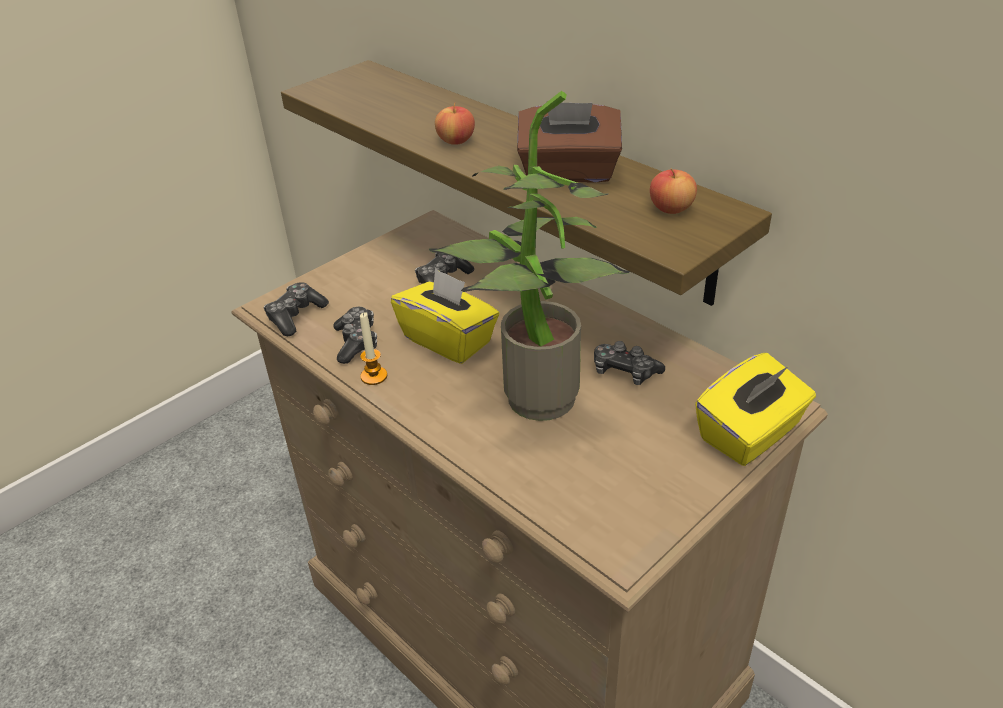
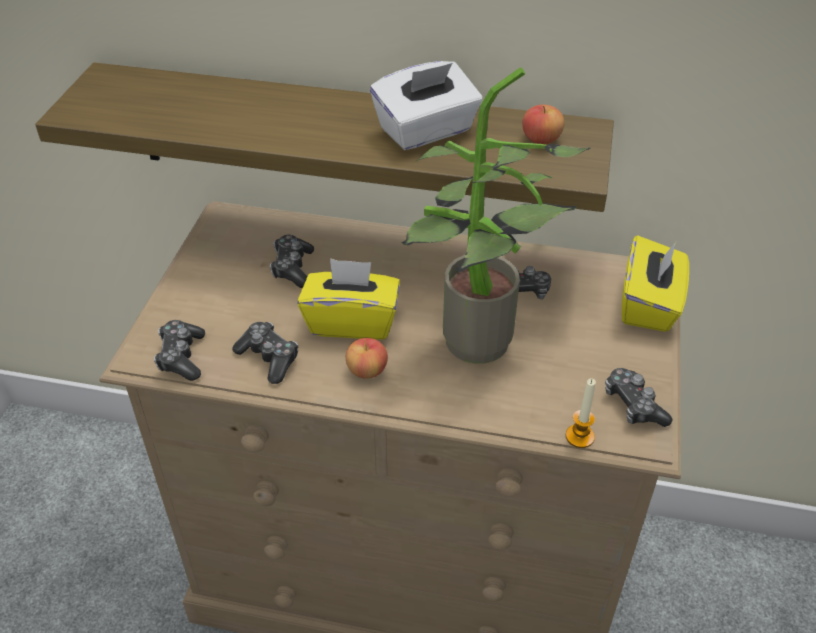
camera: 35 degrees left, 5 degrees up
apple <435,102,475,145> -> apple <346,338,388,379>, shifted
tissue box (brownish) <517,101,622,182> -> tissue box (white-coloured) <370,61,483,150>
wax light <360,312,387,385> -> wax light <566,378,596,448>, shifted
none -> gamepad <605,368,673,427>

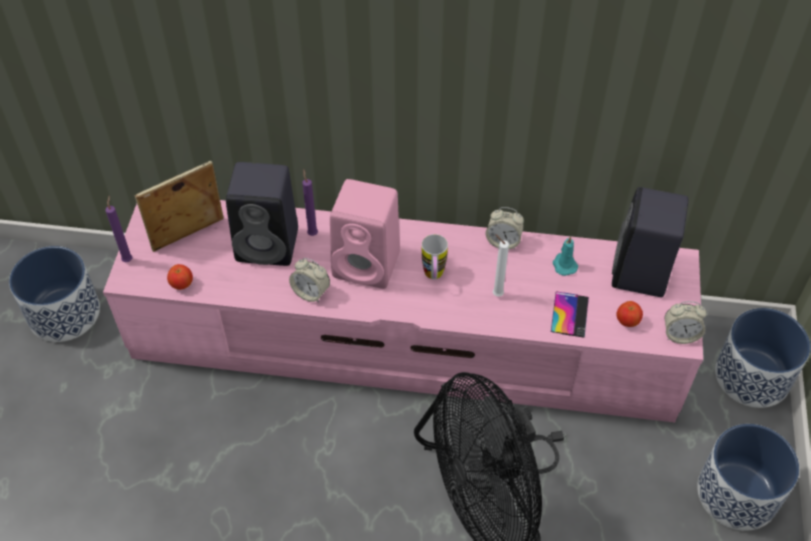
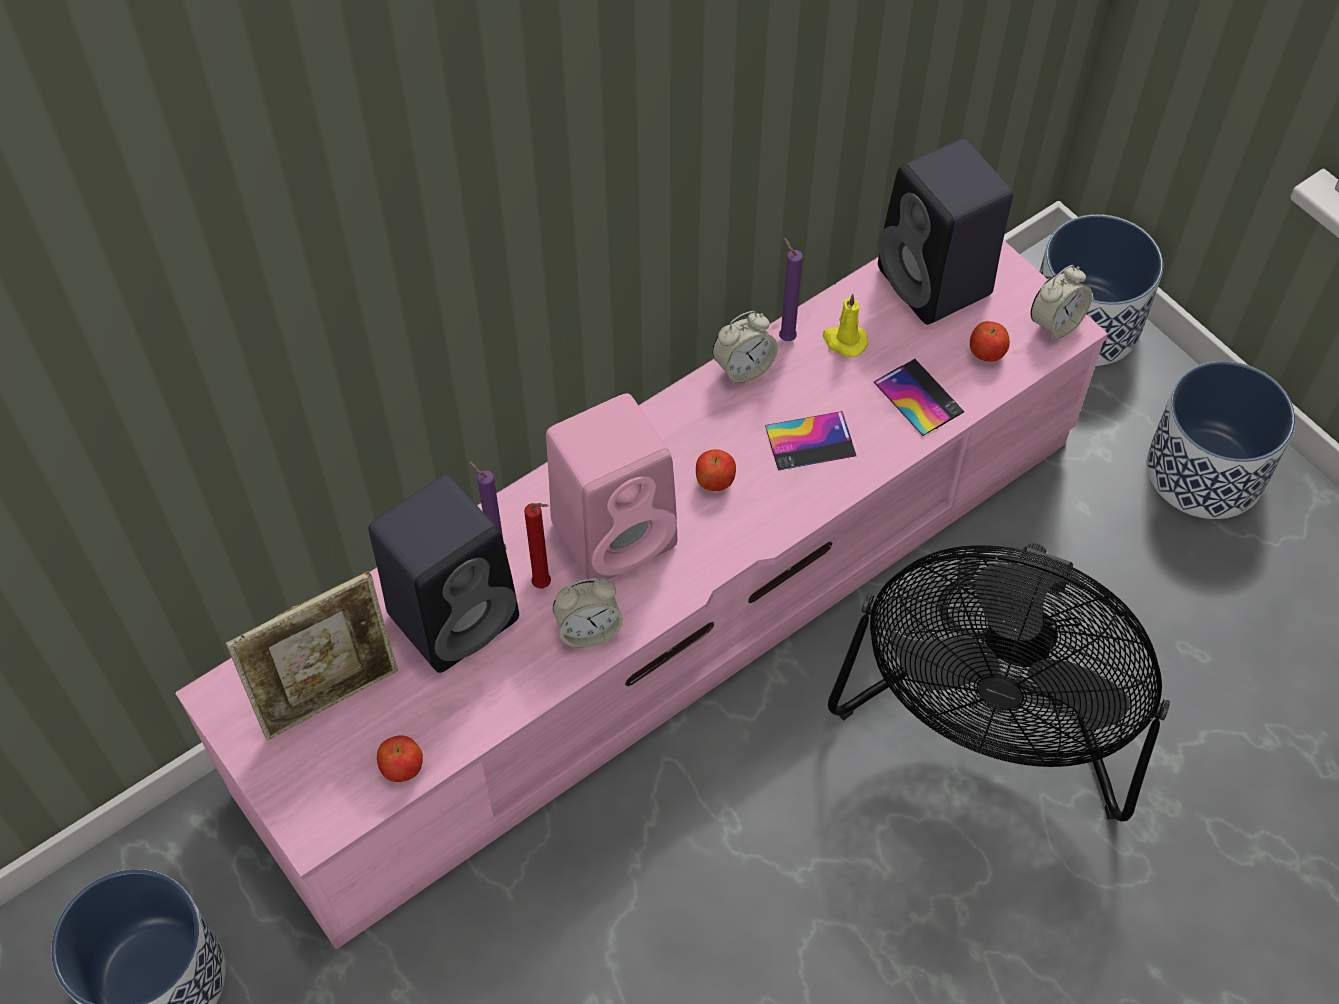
camera: 45 degrees left, 5 degrees up
picture frame <135,161,224,252> -> picture frame <226,571,398,740>, 135 degrees counterclockwise
none -> wax light (red-coloured) <524,503,551,589>
mug <422,234,448,279> -> apple <696,449,736,491>
wax light (white-coloured) <493,234,509,297> -> phone <765,411,856,470>
wax light (purple) <105,196,132,262> -> wax light (purple) <779,237,803,341>, shifted
wax light (turquoise) <553,236,578,276> -> wax light (yellowish) <823,294,869,357>

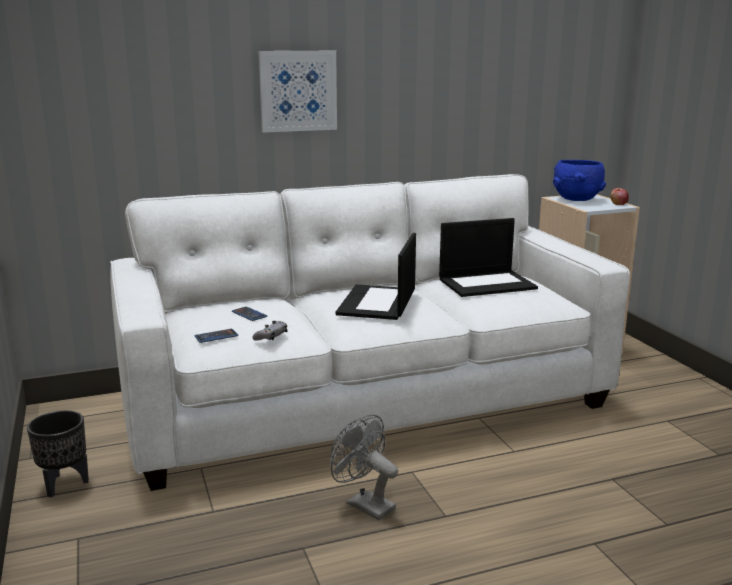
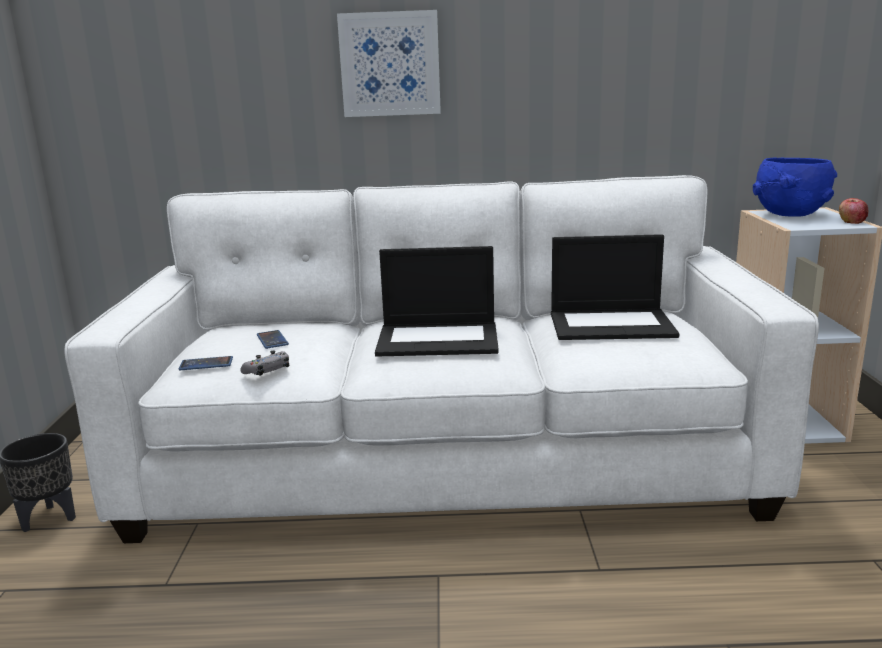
camera: 20 degrees right, 0 degrees up
laptop <336,233,416,320> -> laptop <375,246,499,357>, 120 degrees counterclockwise
electric fan (greyish) <331,415,398,520> -> none

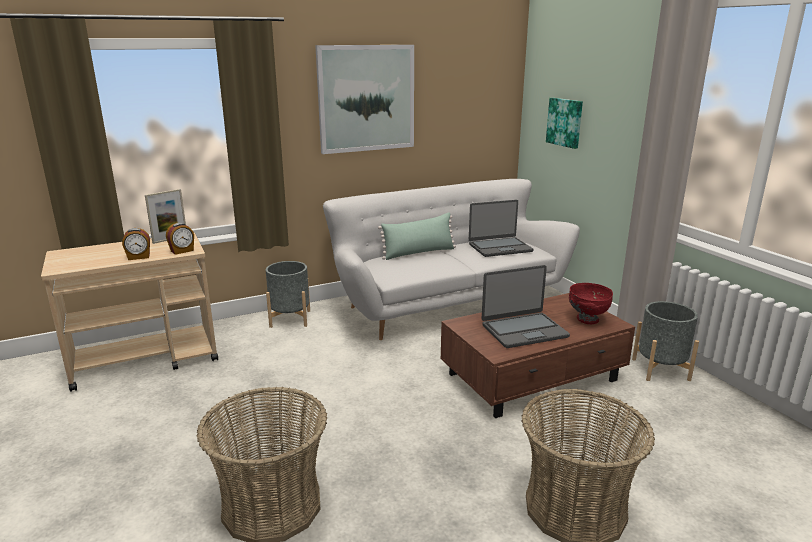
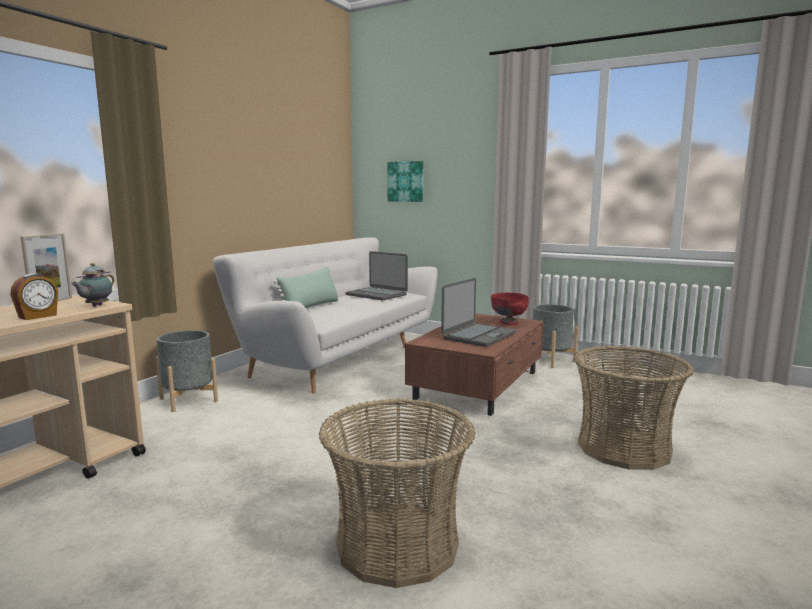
camera: 35 degrees left, 10 degrees down
bedside clock <166,223,194,255> -> tea pot <71,263,114,307>
laptop <469,200,533,257> -> laptop <345,251,408,301>, 90 degrees clockwise
wall picture <315,45,414,154> -> none

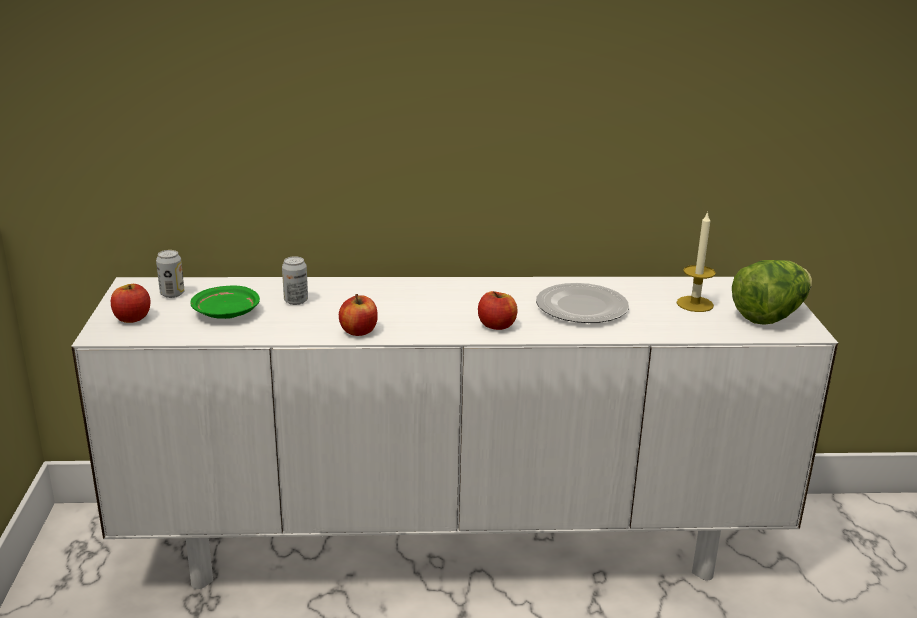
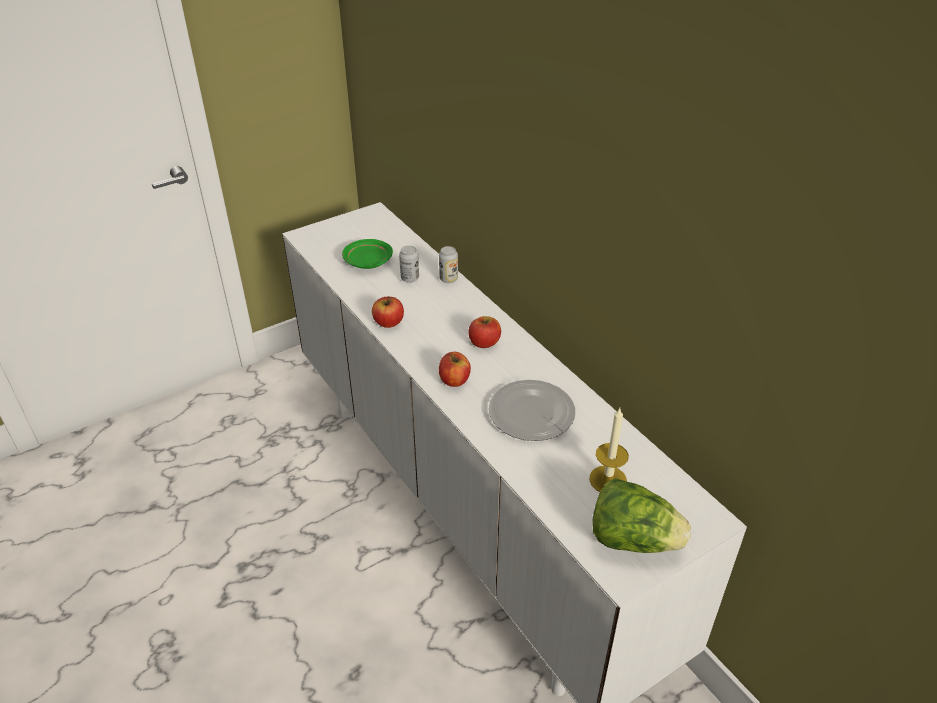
camera: 60 degrees right, 15 degrees up
metal can <156,250,184,298> -> metal can <439,246,458,283>, shifted
apple <111,284,151,323> -> apple <468,316,501,348>, shifted

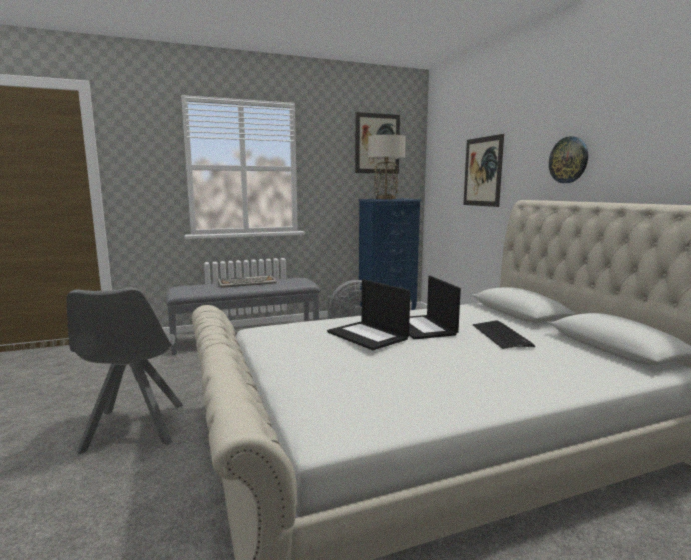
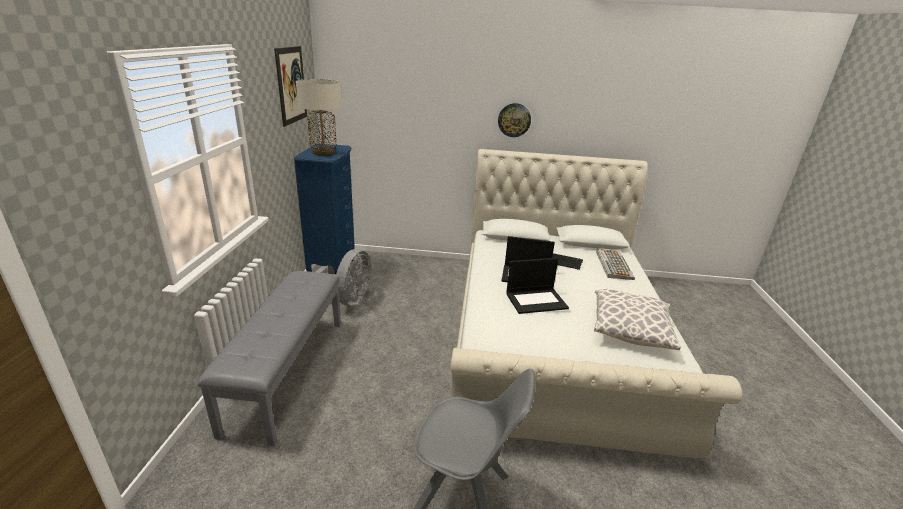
camera: 65 degrees left, 15 degrees up
none -> throw pillow <594,289,681,350>
computer keyboard <218,275,277,288> -> computer keyboard <596,248,635,280>, shifted
wall picture <463,134,504,207> -> none

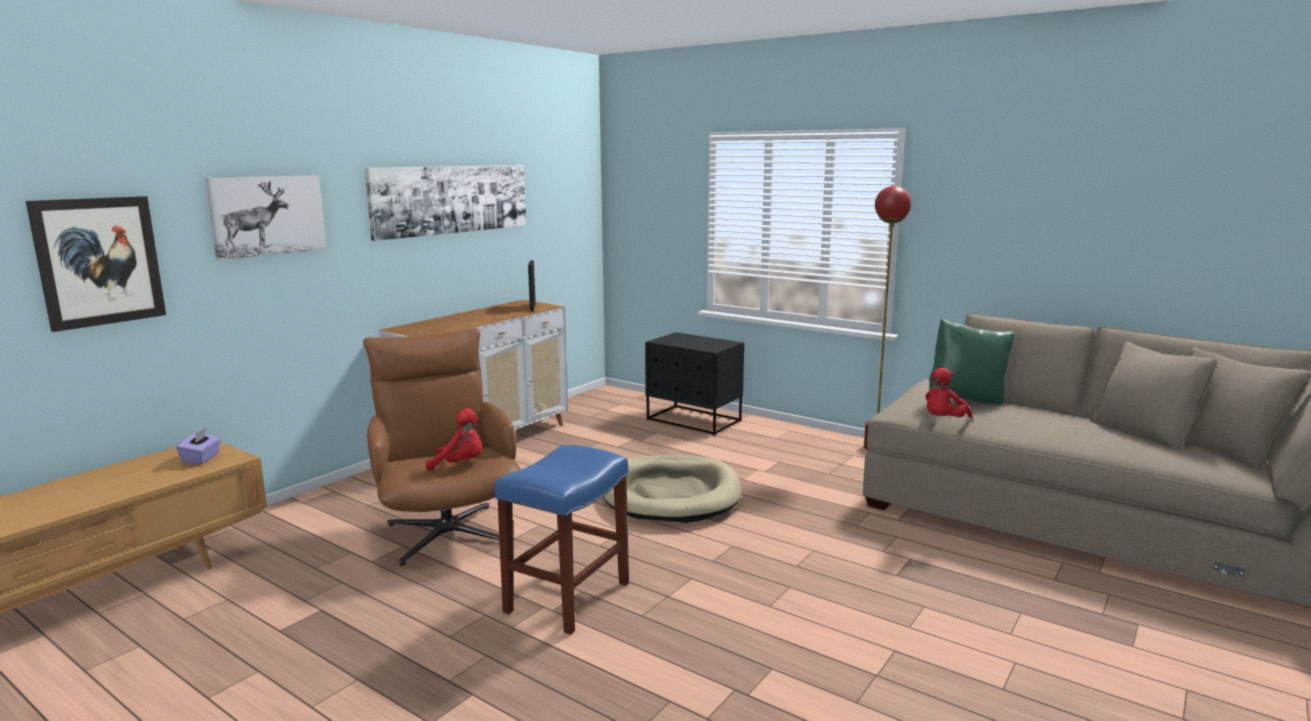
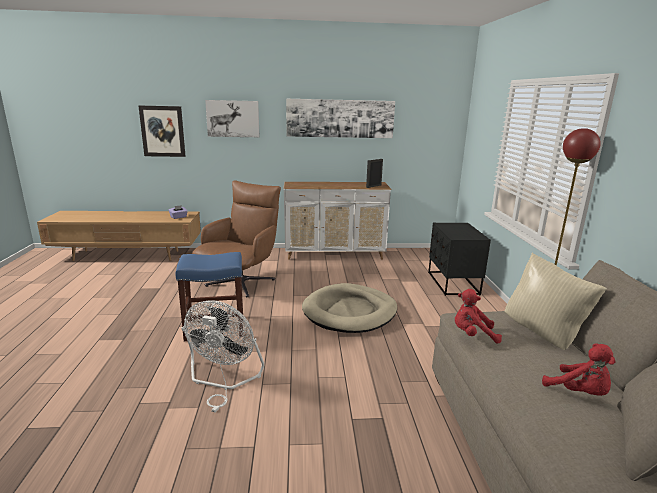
camera: 50 degrees right, 5 degrees up
none -> electric fan (white-coloured) <181,300,264,413>
throw pillow (green) <929,319,1015,404> -> throw pillow (sand-coloured) <504,253,607,350>
soft toy (red-coloured) <426,408,482,471> -> soft toy (red-coloured) <542,343,616,396>, shifted

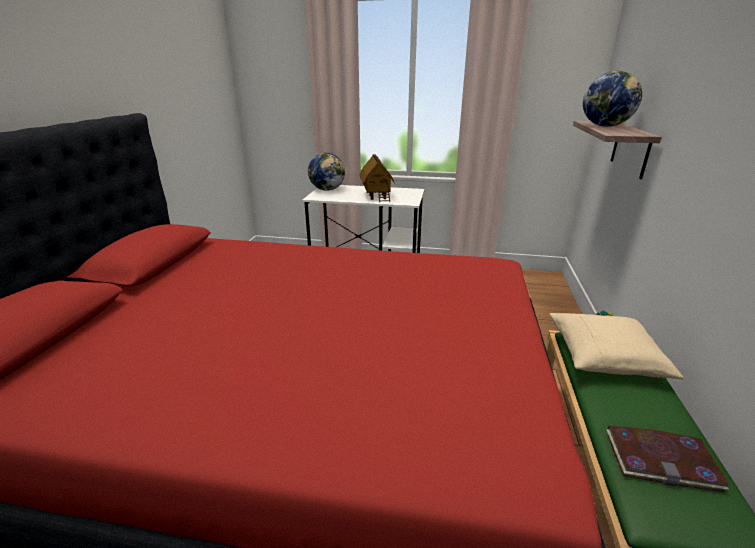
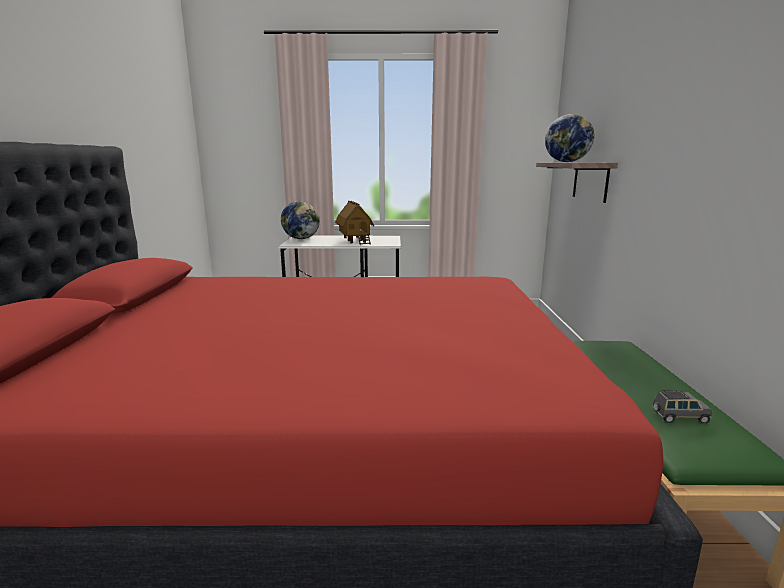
camera: 10 degrees left, 10 degrees down
volume <606,426,729,492> -> toy car (greyish) <652,390,712,424>
throw pillow (sand-coloured) <549,310,683,379> -> none

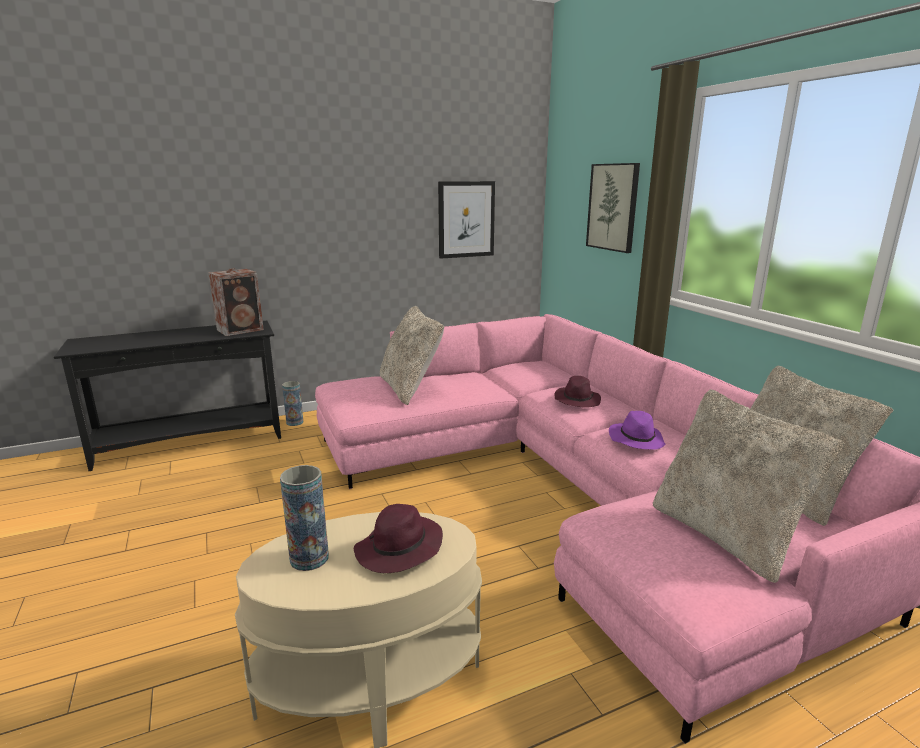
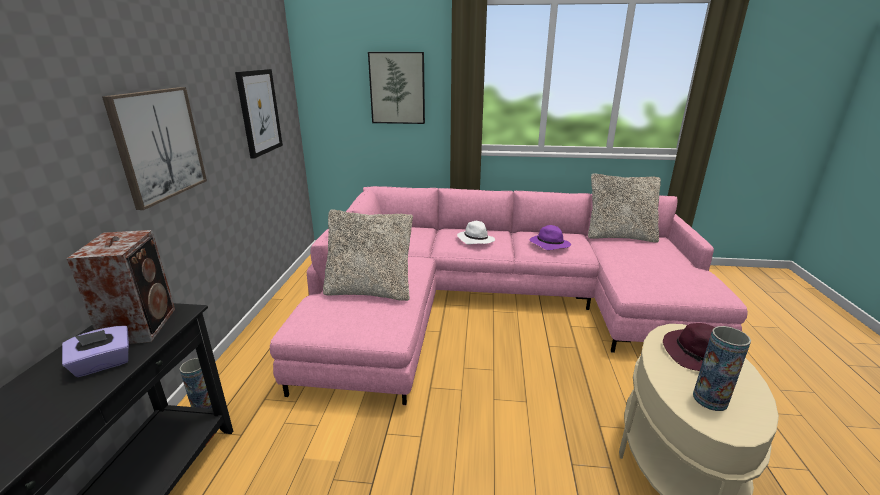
camera: 60 degrees left, 5 degrees up
none -> tissue box (purple) <62,326,129,377>
none -> wall picture <102,87,207,210>
clothing hat (purple) <555,376,601,408> -> clothing hat (white-coloured) <457,221,495,244>
throw pillow (sand-coloured) <653,389,845,583> -> none

